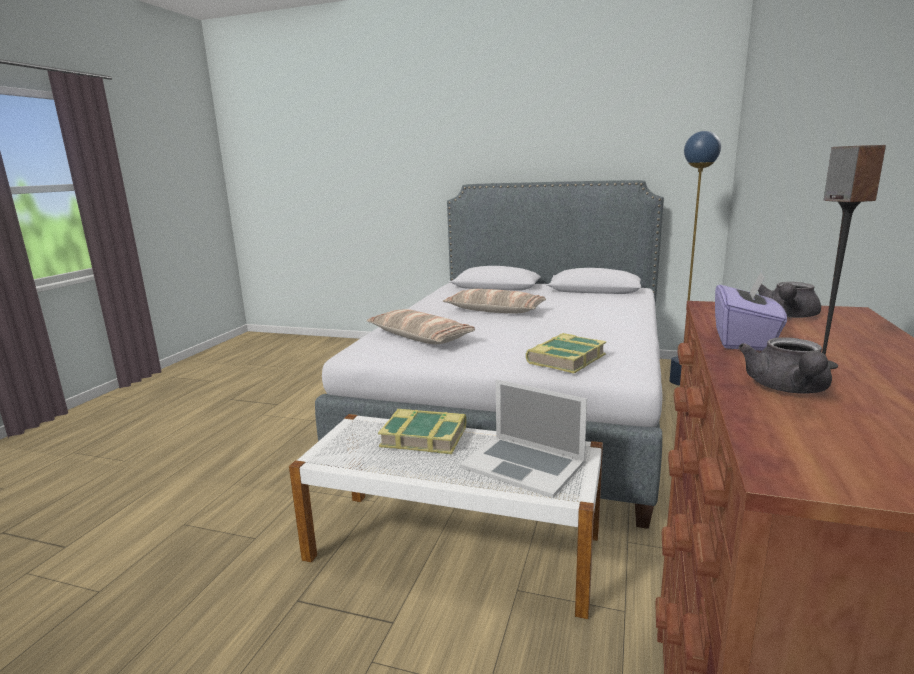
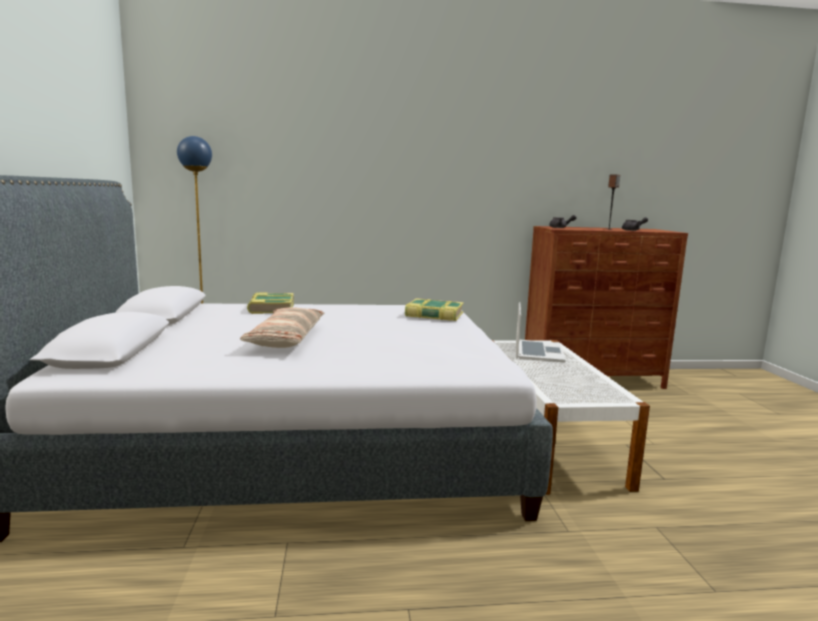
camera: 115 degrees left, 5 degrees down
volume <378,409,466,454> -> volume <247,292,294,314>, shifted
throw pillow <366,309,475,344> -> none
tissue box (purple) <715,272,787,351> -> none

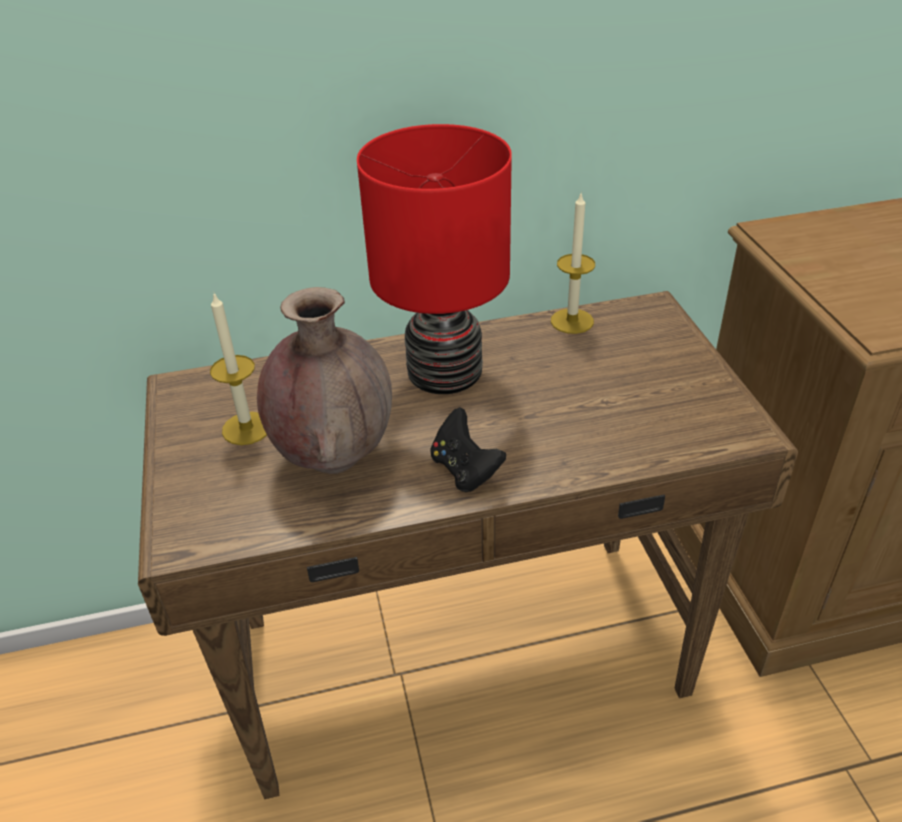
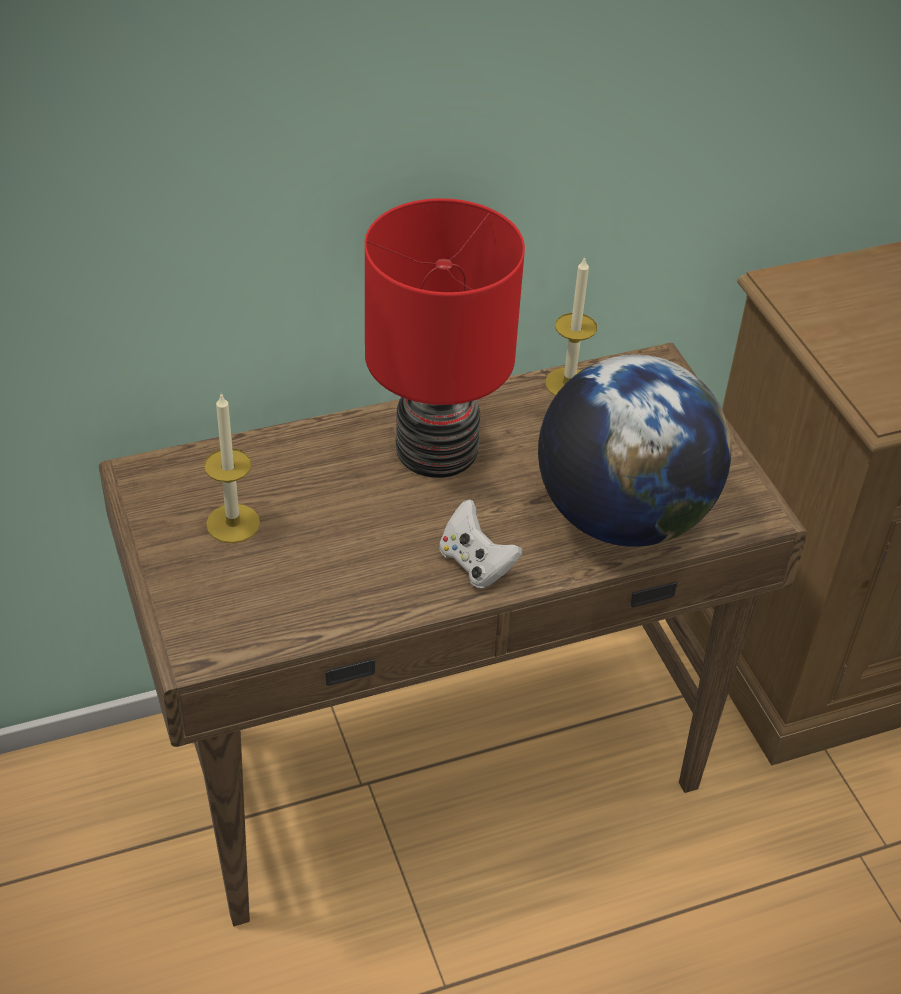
camera: 10 degrees left, 5 degrees up
gamepad (black) <430,407,506,492> -> gamepad (white-coloured) <439,499,522,589>
none -> globe <538,355,731,547>
flower vase (brownish) <257,287,392,474> -> none

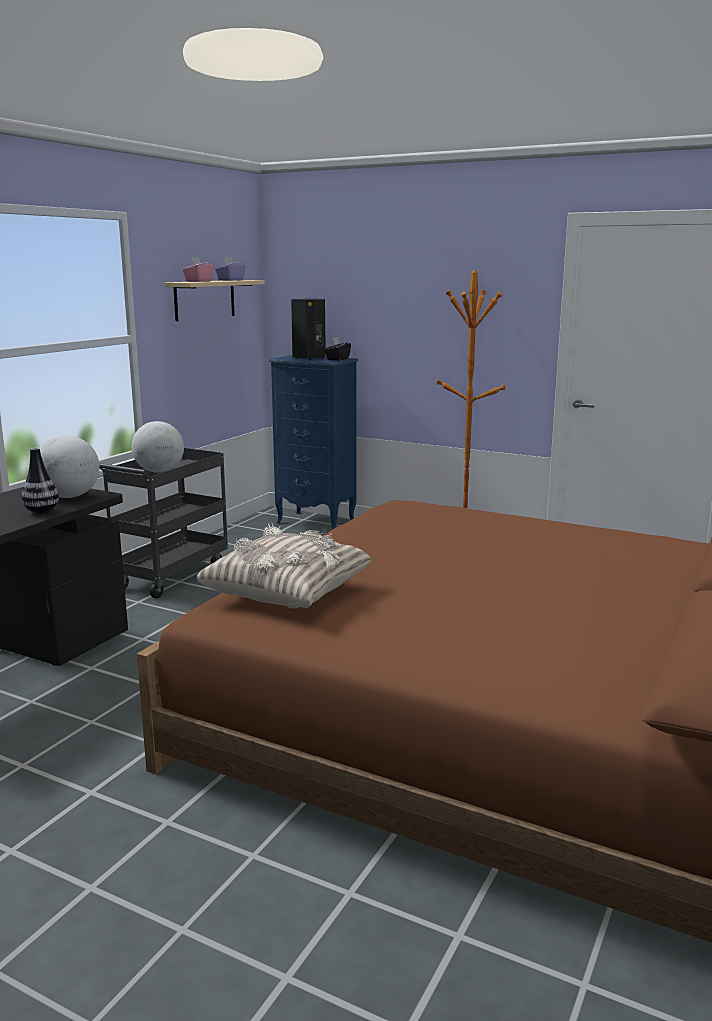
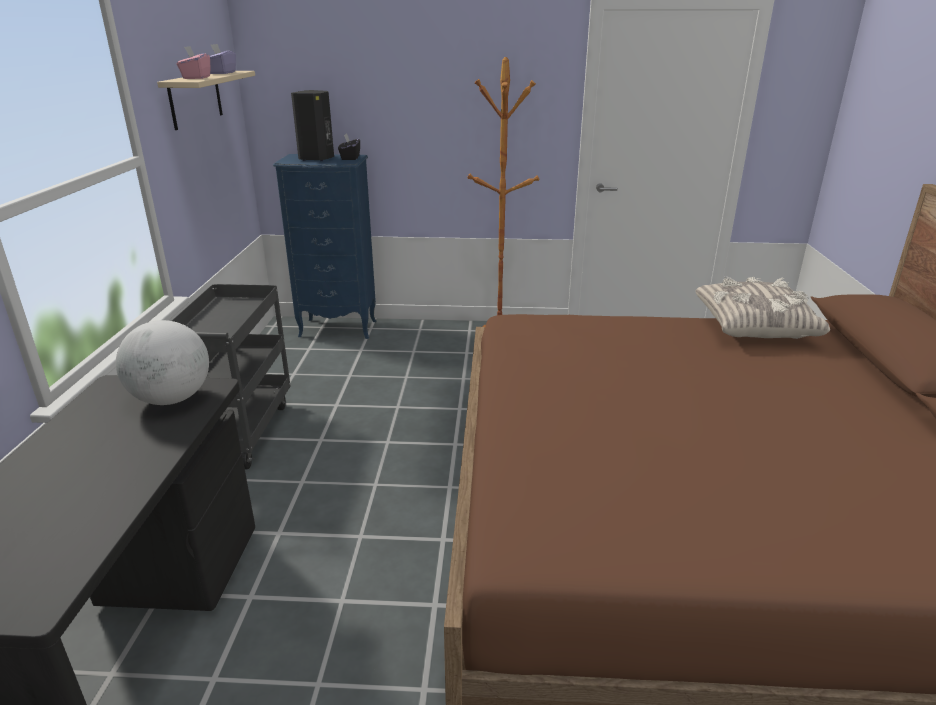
camera: 25 degrees left, 10 degrees up
throw pillow (sand-coloured) <197,523,371,608> -> throw pillow (sand-coloured) <696,276,830,339>, shifted
flower vase <21,448,59,514> -> none
globe <131,421,184,473> -> none

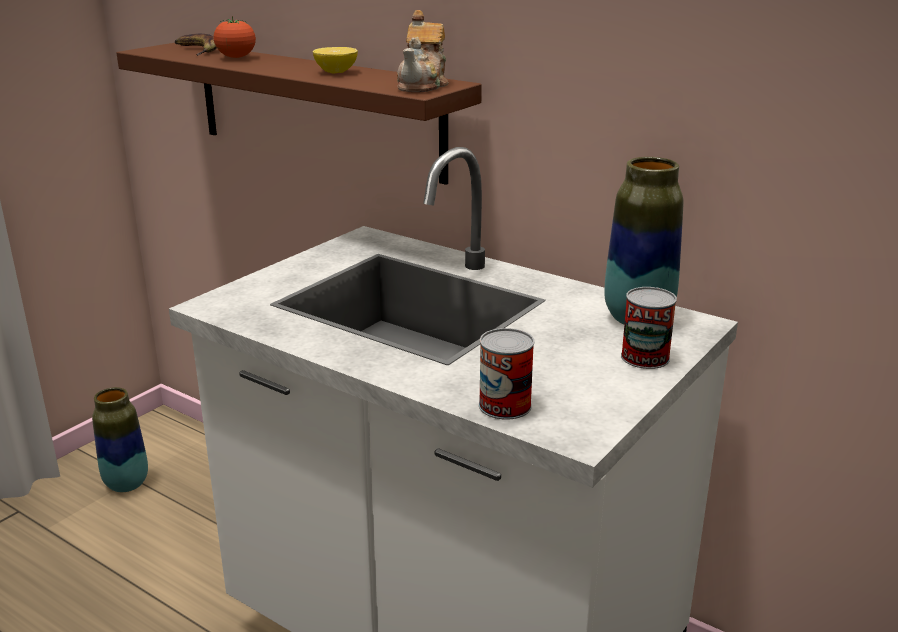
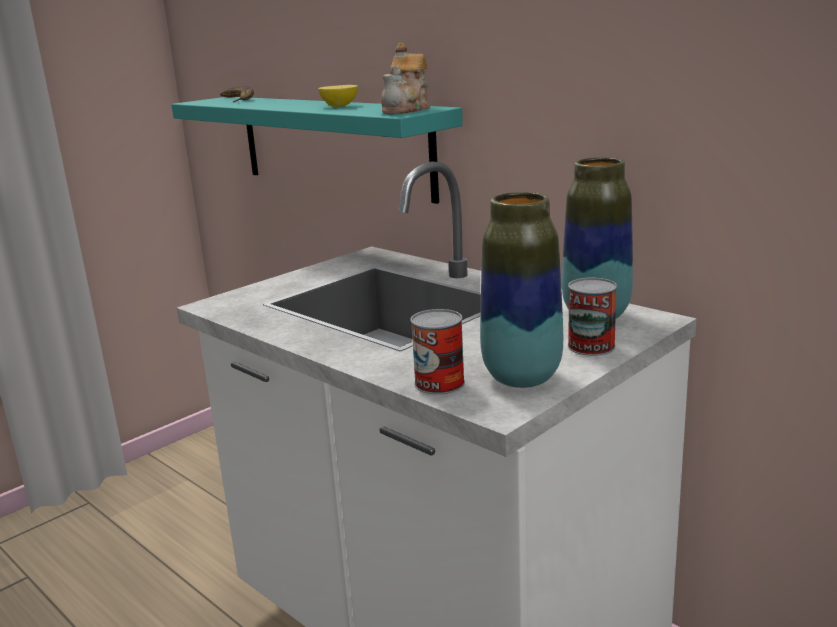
camera: 10 degrees right, 5 degrees down
shelf (brownish) <116,43,482,185> -> shelf (turquoise) <171,97,463,204>
flower vase <92,387,148,492> -> flower vase <480,192,563,388>, shifted
fresh tomato <214,16,256,58> -> none

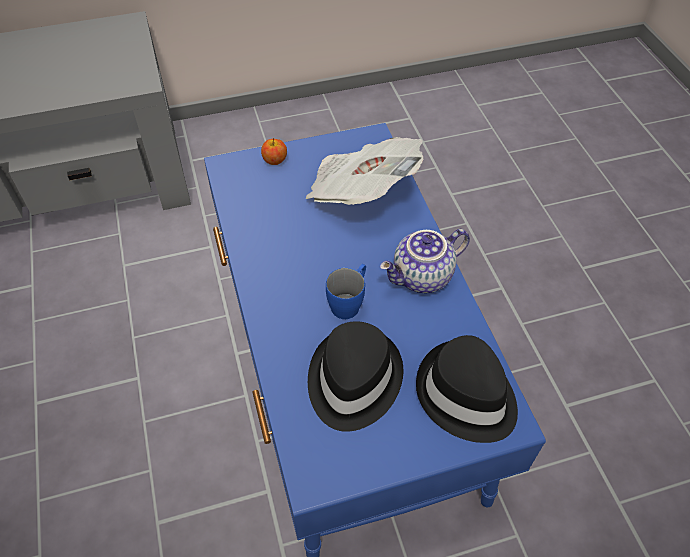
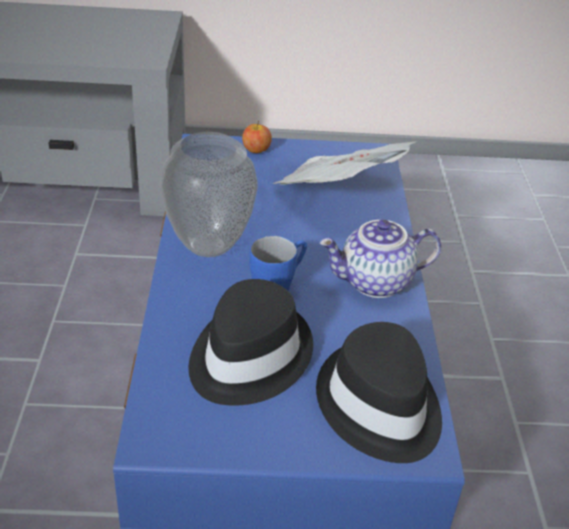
camera: 15 degrees right, 15 degrees down
none -> flower vase <160,132,258,257>

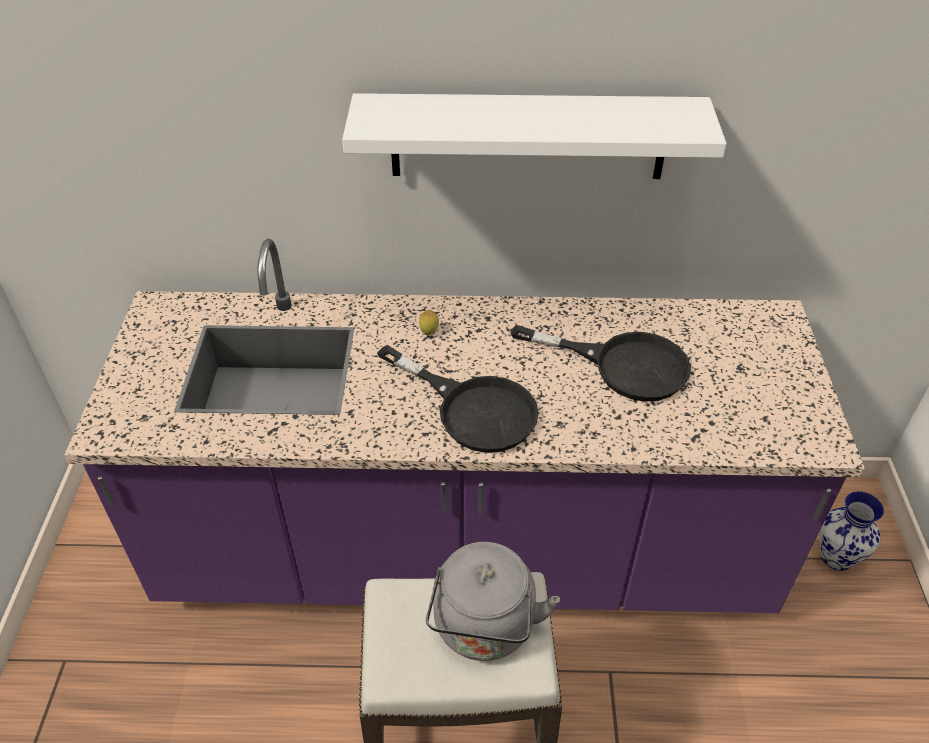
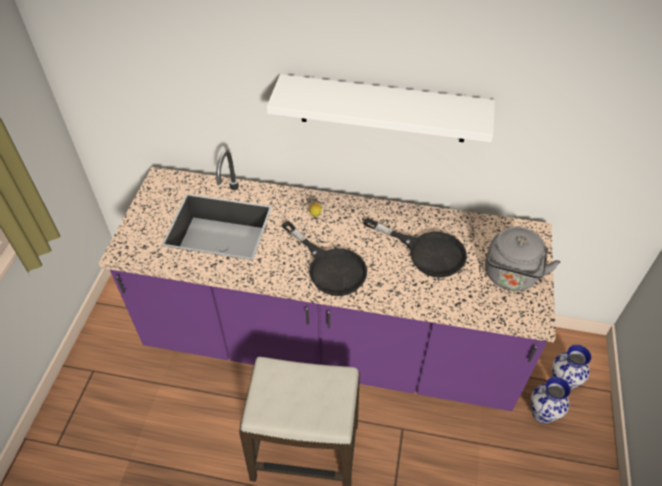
camera: 10 degrees right, 5 degrees up
tea kettle (greyish) <426,542,560,661> -> tea kettle (greyish) <485,227,561,291>, shifted
none -> flower vase <531,377,571,424>

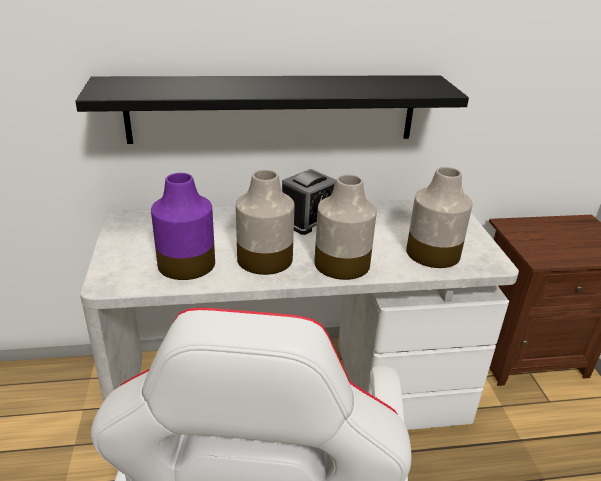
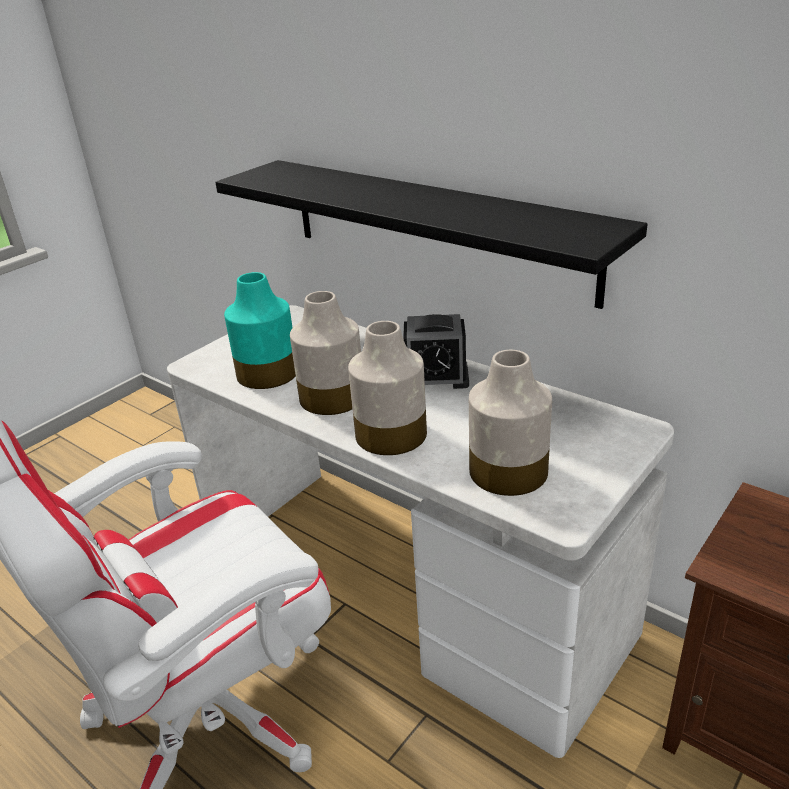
camera: 50 degrees right, 0 degrees up
flower vase (purple) <151,173,215,280> -> flower vase (turquoise) <224,272,296,389>

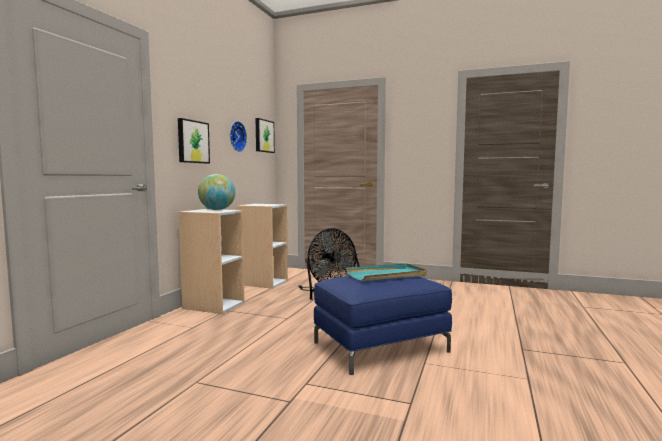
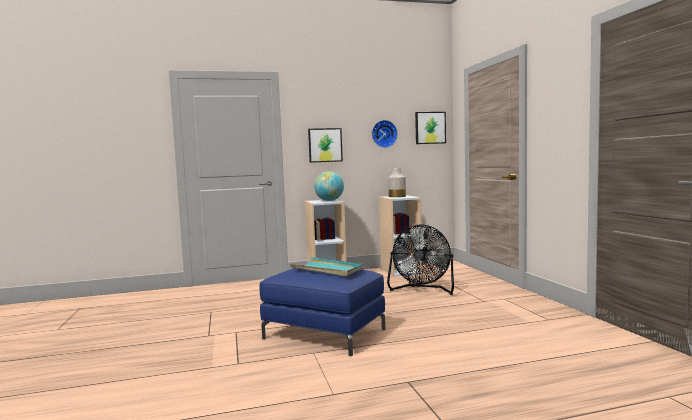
camera: 55 degrees right, 0 degrees up
none -> flower vase (sand-coloured) <388,168,406,197>

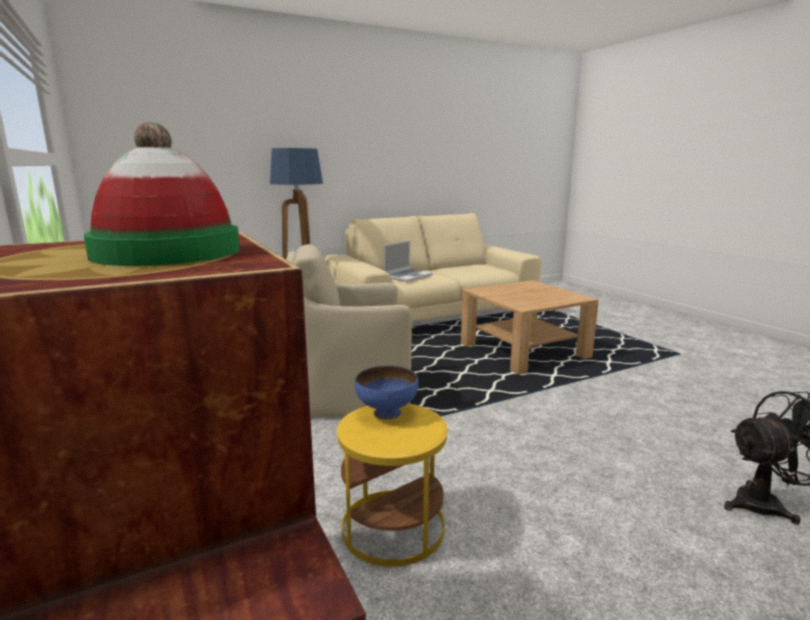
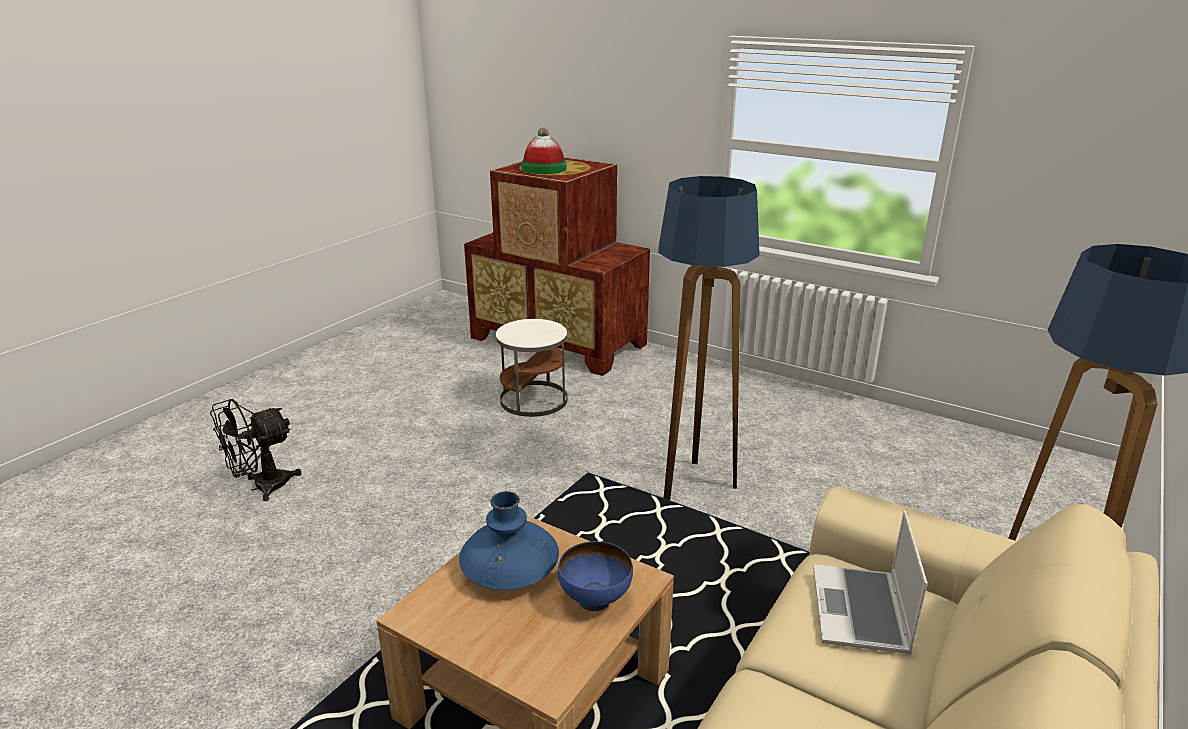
camera: 150 degrees right, 10 degrees up
none -> flower vase (blue) <459,491,559,590>
accent table (yellowish) <337,404,448,567> -> accent table (white-coloured) <496,319,568,417>
serving bowl (blue) <355,366,419,420> -> serving bowl (blue) <558,541,633,611>, shifted
armchair (sand-coloured) <286,244,412,419> -> standard lamp <658,176,760,500>

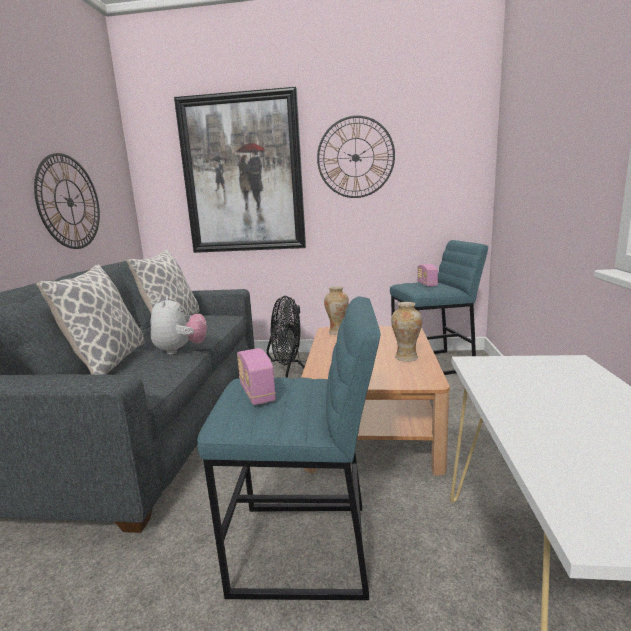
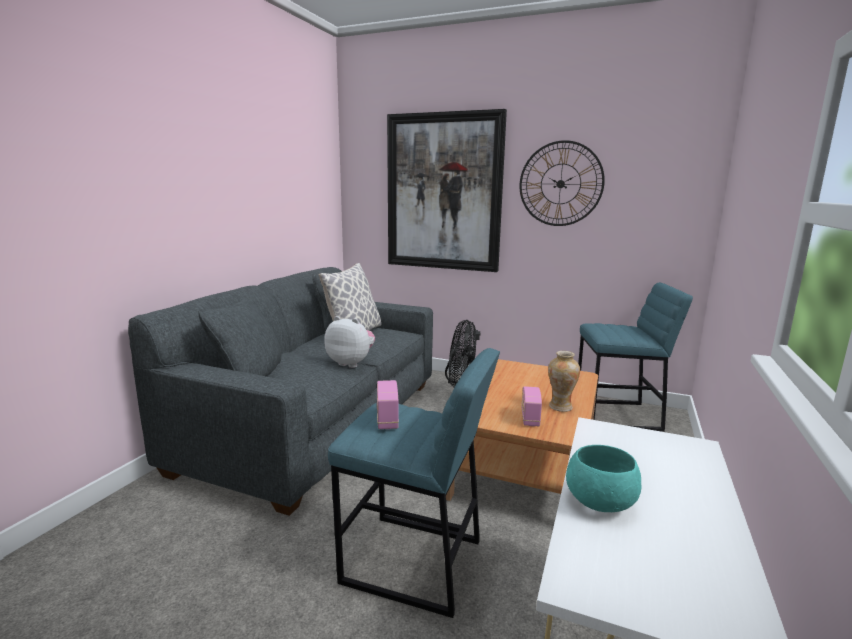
camera: 15 degrees right, 0 degrees up
soft toy <150,296,207,354> -> soft toy <324,316,375,368>, 75 degrees counterclockwise
radio receiver <417,264,438,287> -> radio receiver <521,386,542,426>, shifted
none -> serving bowl (turquoise) <566,445,641,512>
hanging clock <34,153,100,249> -> none
throw pillow <36,264,144,375> -> none
flower vase <324,286,349,335> -> none

